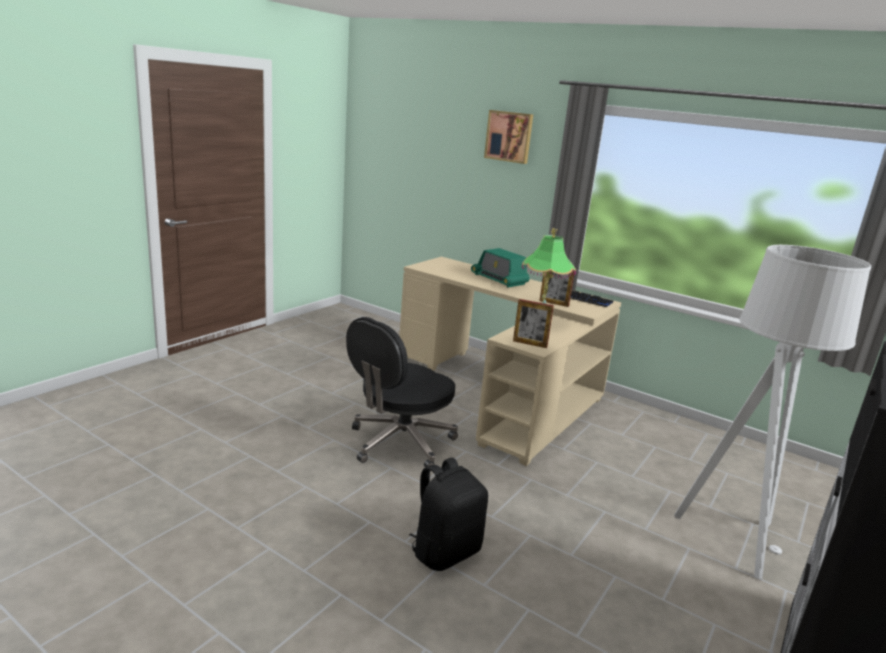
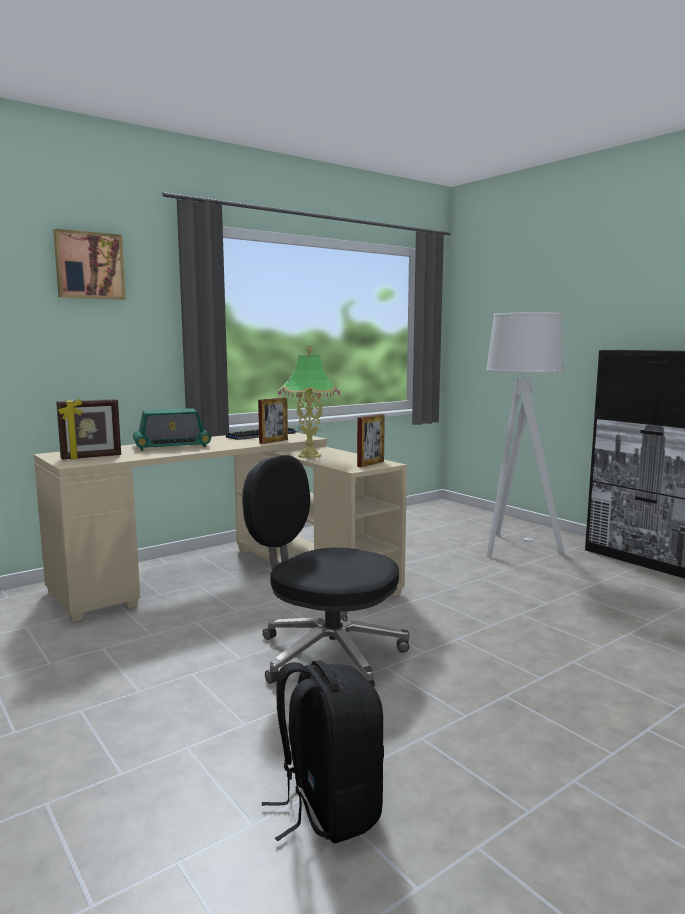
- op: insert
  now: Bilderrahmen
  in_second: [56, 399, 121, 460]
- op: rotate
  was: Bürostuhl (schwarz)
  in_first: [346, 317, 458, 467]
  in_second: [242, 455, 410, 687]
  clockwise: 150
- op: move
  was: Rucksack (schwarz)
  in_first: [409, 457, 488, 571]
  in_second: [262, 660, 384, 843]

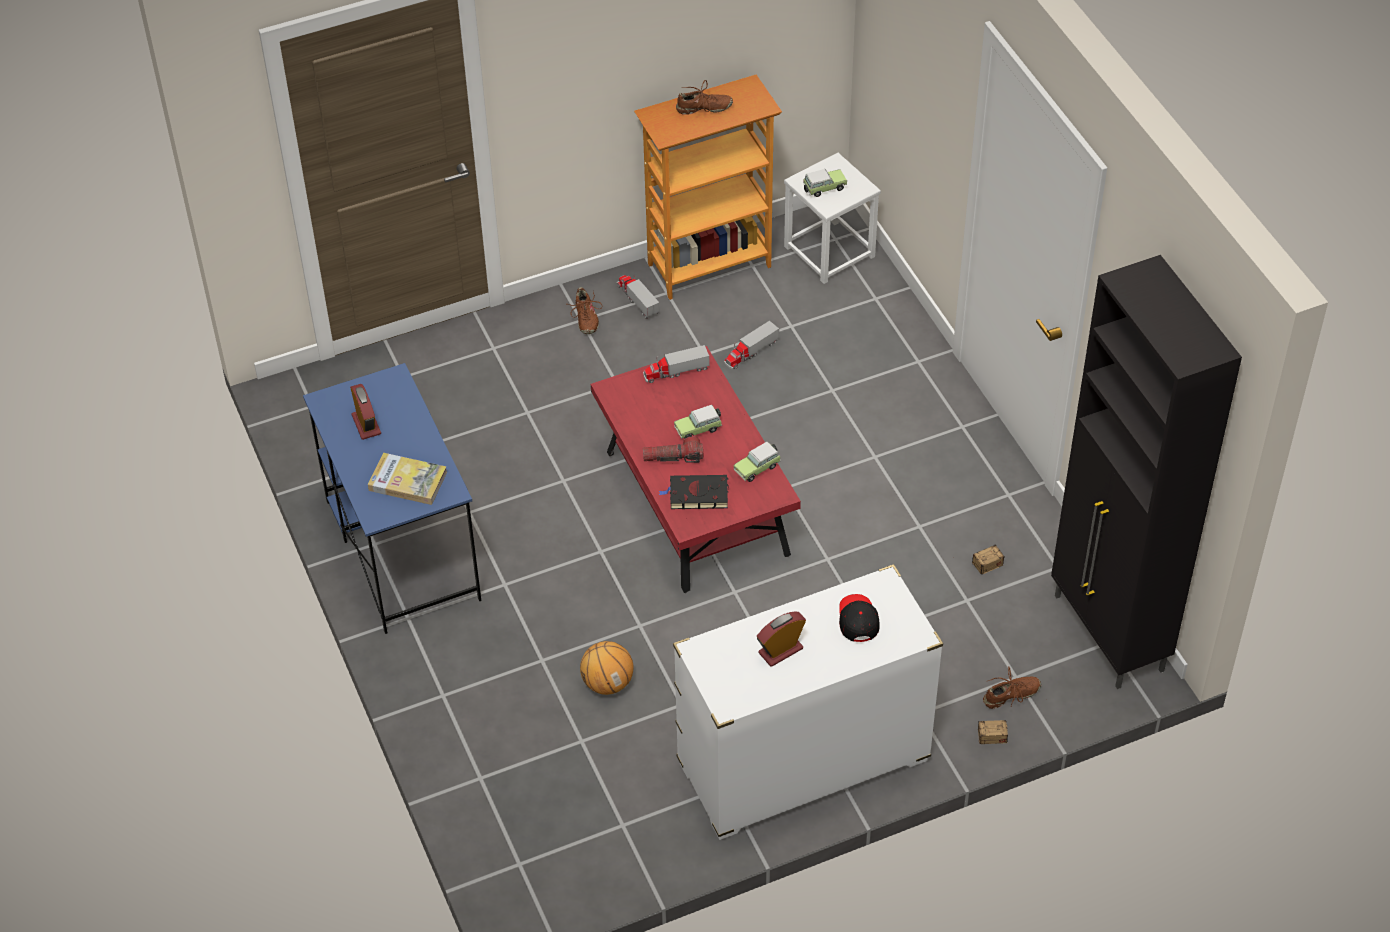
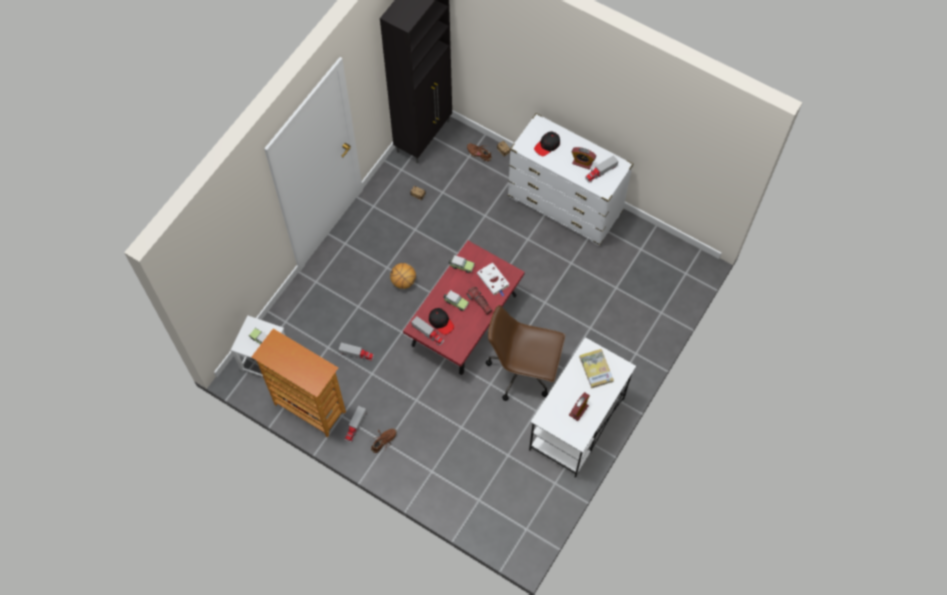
- op: move
  was: Basketball
  in_first: [580, 641, 634, 695]
  in_second: [390, 263, 416, 289]
- op: insert
  now: Kappe (schwarz)
  in_second: [429, 308, 454, 335]
- op: recolor
  was: Buch (schwarz)
  now: Buch (weiß)
  in_first: [659, 475, 728, 509]
  in_second: [477, 262, 509, 296]
- op: insert
  now: Bürostuhl (braun)
  in_second: [486, 305, 565, 401]
- op: recolor
  was: Schreibtisch (blau)
  now: Schreibtisch (weiß)
  in_first: [303, 363, 482, 634]
  in_second: [529, 337, 636, 478]
- op: insert
  now: Spielzeuglaster
  in_second: [585, 155, 618, 183]
- op: delete
  was: Schuh (braun)
  in_first: [676, 80, 733, 115]

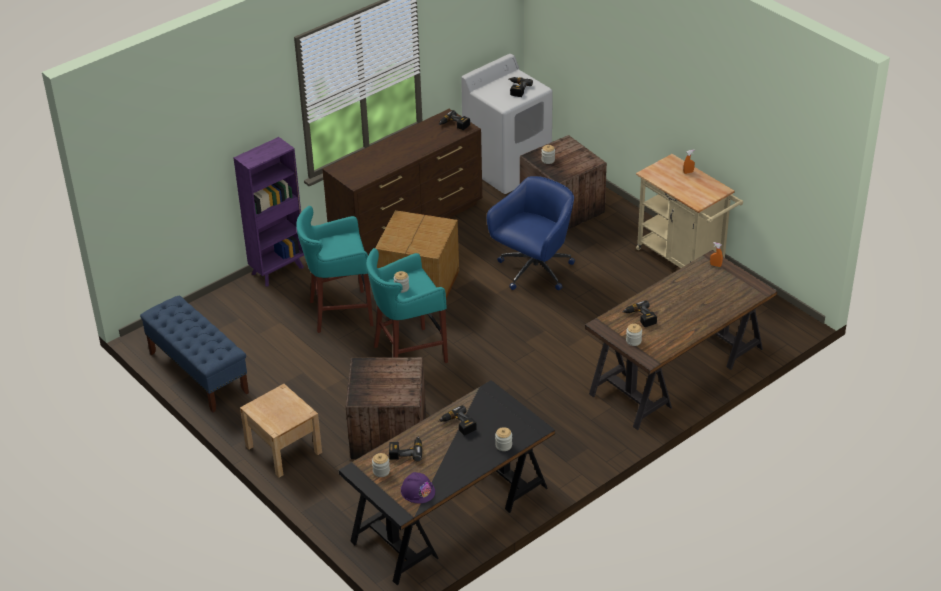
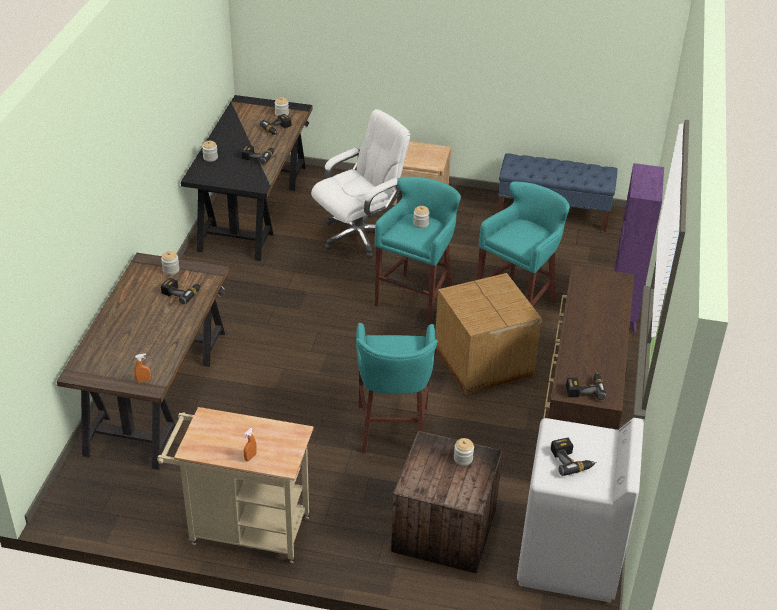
- op: replace
  was: Kiste
  now: Bürostuhl (weiß)
  in_first: [346, 357, 426, 459]
  in_second: [311, 109, 410, 258]
- op: replace
  was: Bürostuhl (blau)
  now: Hocker (türkis)
  in_first: [487, 176, 575, 290]
  in_second: [356, 323, 438, 454]
- op: delete
  was: Schutzhelm (lila)
  in_first: [401, 472, 435, 503]

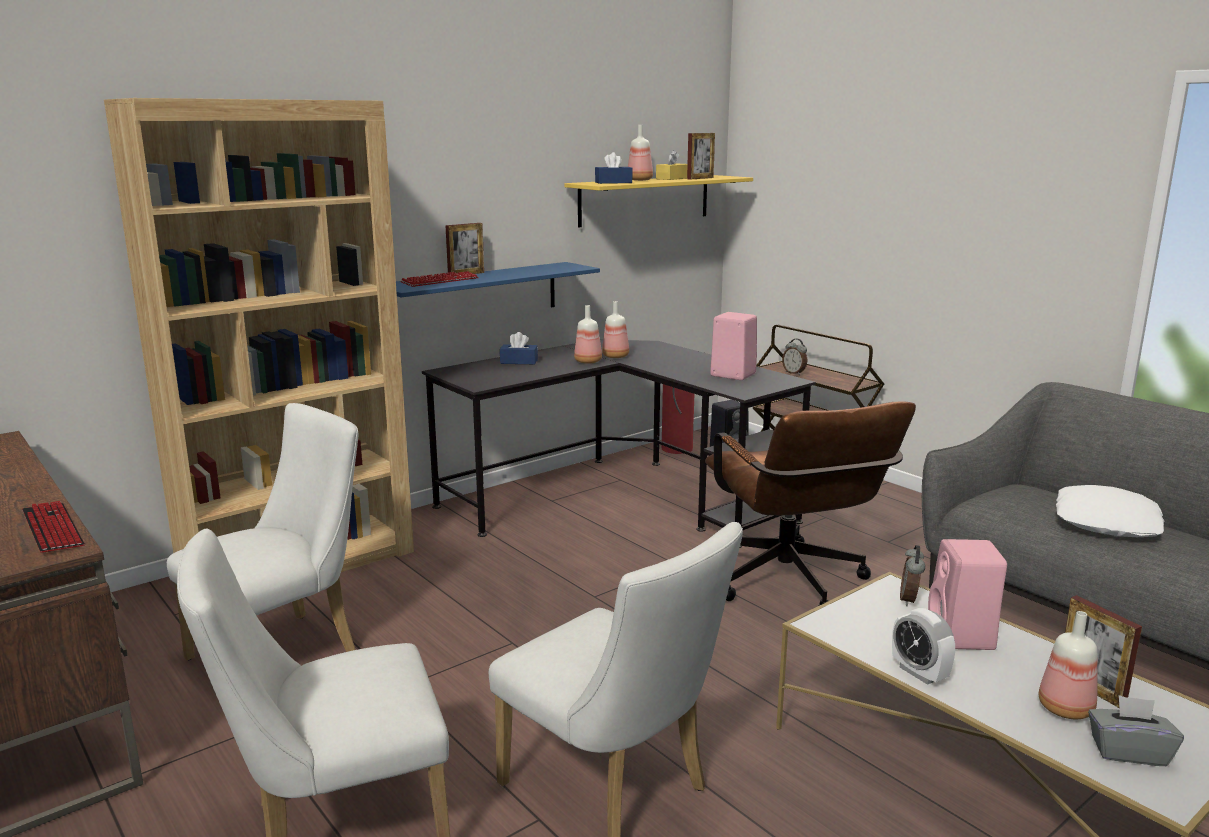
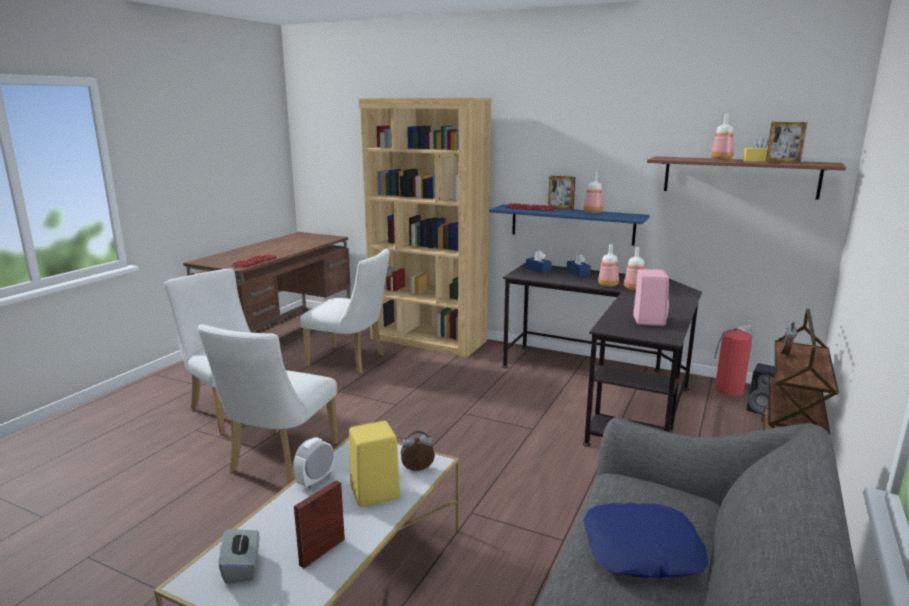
- op: recolor
  was: Lautsprecher (rosa)
  now: Lautsprecher (gelb)
  in_first: [928, 539, 1007, 650]
  in_second: [349, 421, 400, 507]
- op: move
  was: Taschentuchbox (blau)
  in_first: [595, 152, 632, 184]
  in_second: [526, 250, 551, 273]
- op: move
  was: Flasche
  in_first: [1039, 611, 1098, 719]
  in_second: [583, 172, 603, 213]
- op: recolor
  was: Kissen (weiß)
  now: Kissen (blau)
  in_first: [1056, 485, 1164, 537]
  in_second: [583, 502, 708, 579]
- op: recolor
  was: Wandregal (gelb)
  now: Wandregal (braun)
  in_first: [565, 175, 753, 227]
  in_second: [647, 156, 846, 200]
- op: delete
  was: Bürostuhl (braun)
  in_first: [705, 401, 916, 606]

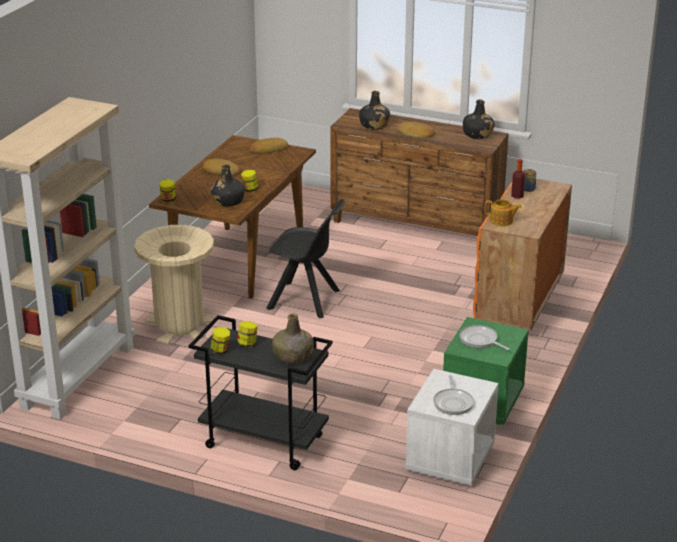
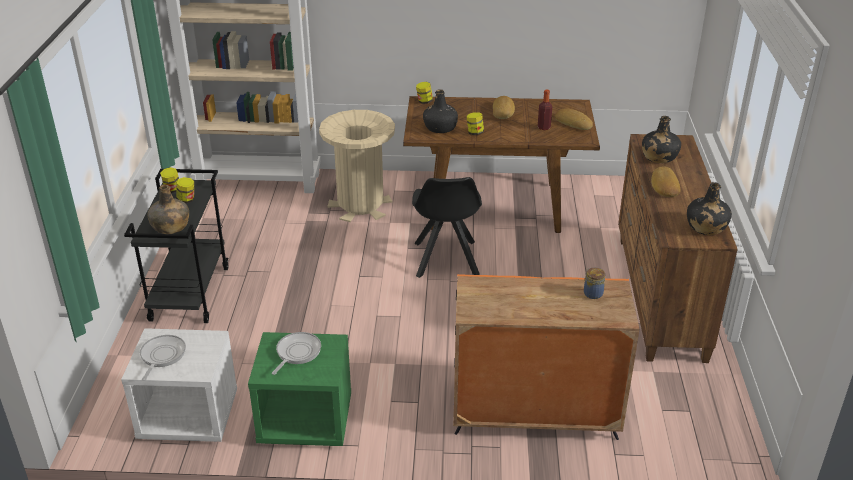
- op: rotate
  was: Pfanne
  in_first: [433, 375, 474, 415]
  in_second: [140, 335, 186, 381]
  clockwise: 120
- op: move
  was: Flasche
  in_first: [511, 159, 525, 199]
  in_second: [538, 90, 552, 130]
- op: delete
  was: Teekanne
  in_first: [485, 199, 522, 226]

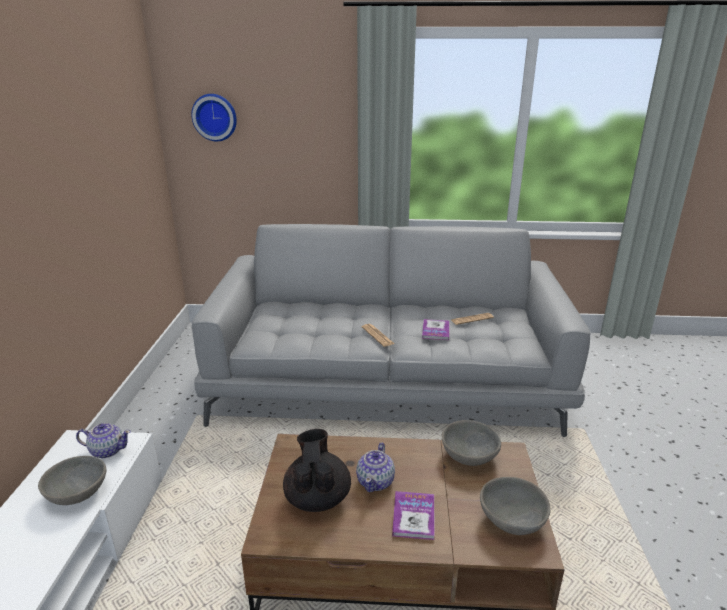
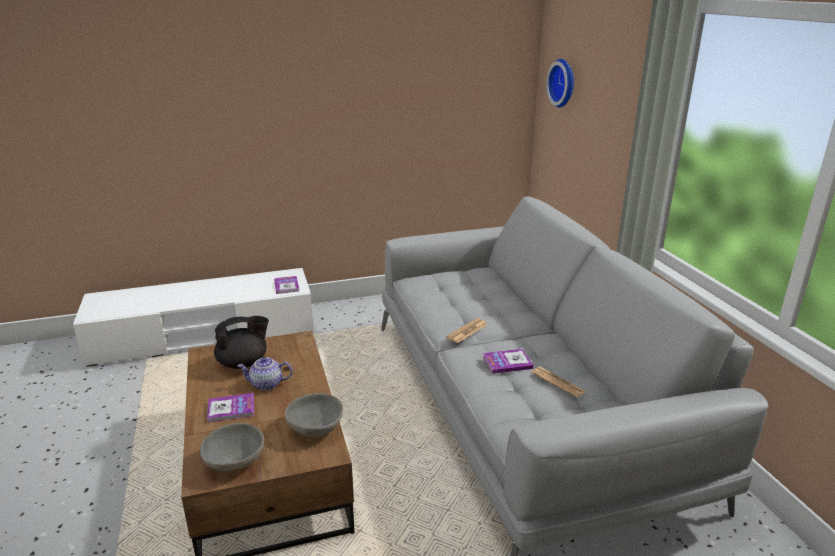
- op: replace
  was: Teekanne
  now: Buch
  in_first: [76, 423, 131, 458]
  in_second: [274, 276, 299, 294]
- op: delete
  was: Schüssel (grau)
  in_first: [38, 456, 106, 505]

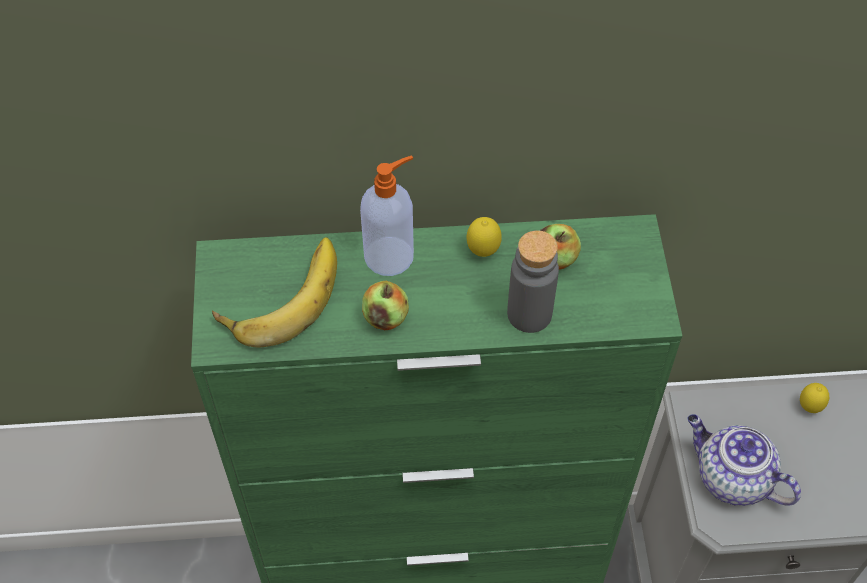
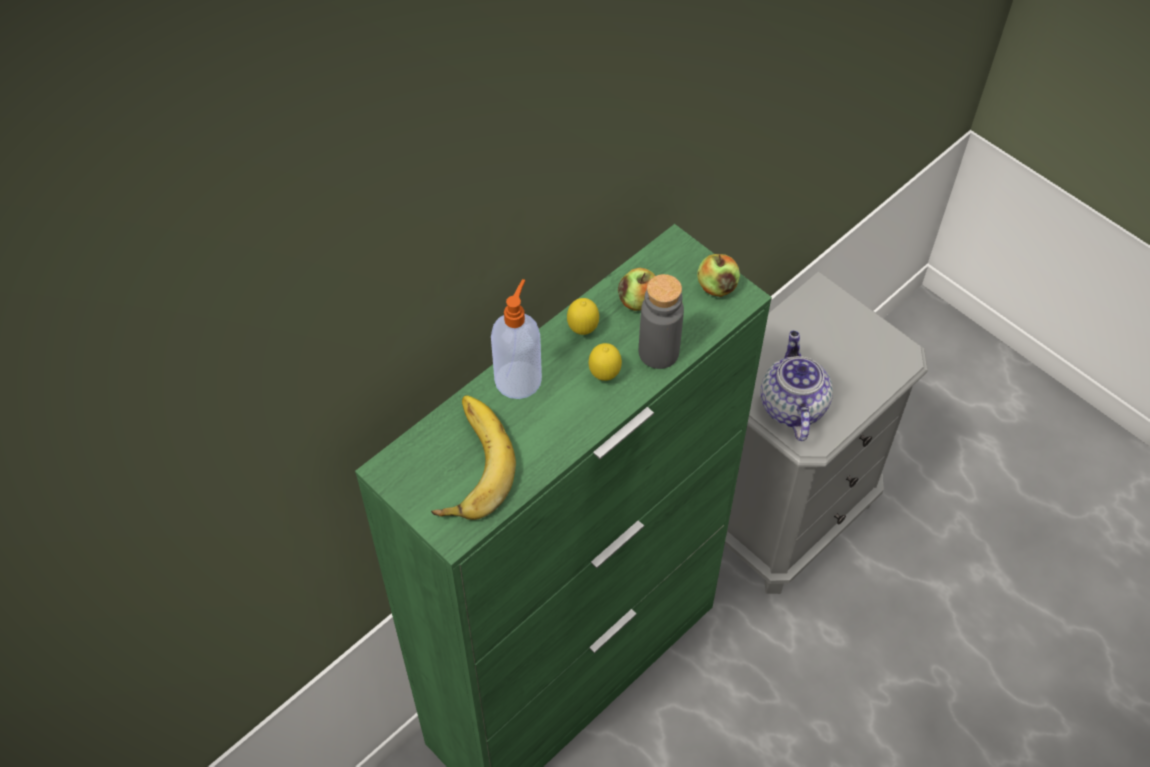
- op: move
  was: Zitrone
  in_first: [800, 383, 829, 413]
  in_second: [589, 343, 622, 381]
- op: move
  was: Apfel
  in_first: [362, 281, 409, 330]
  in_second: [697, 254, 740, 297]
- op: rotate
  was: Teekanne
  in_first: [687, 414, 801, 506]
  in_second: [760, 331, 833, 441]
  clockwise: 90

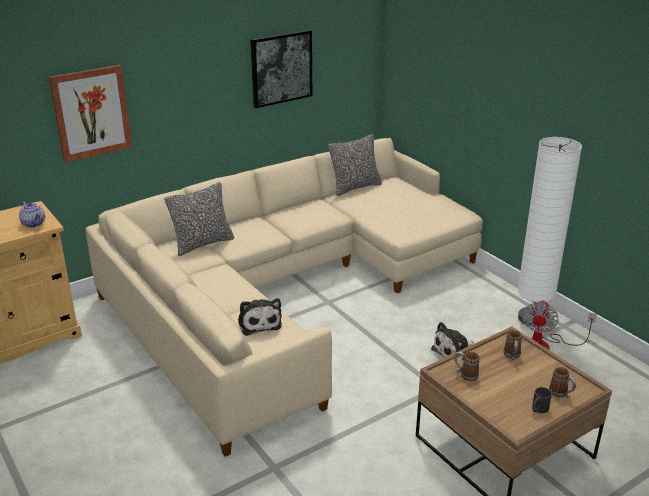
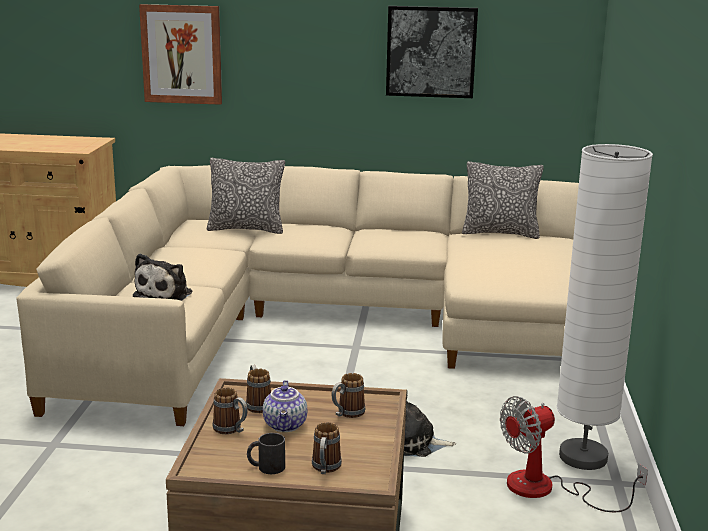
- op: insert
  now: Henkelbecher
  in_second: [213, 388, 248, 434]
- op: move
  was: Teekanne
  in_first: [19, 201, 45, 228]
  in_second: [263, 380, 307, 432]

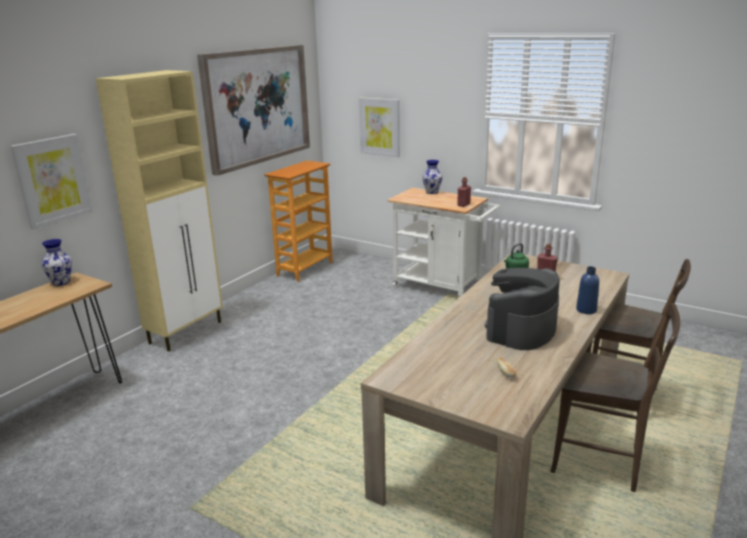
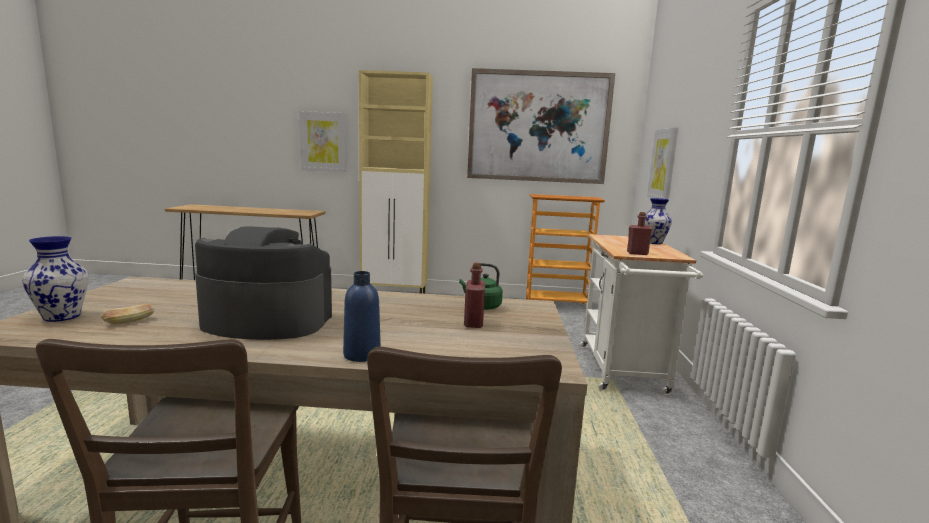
- op: move
  was: Vase
  in_first: [41, 239, 72, 286]
  in_second: [22, 236, 89, 322]

